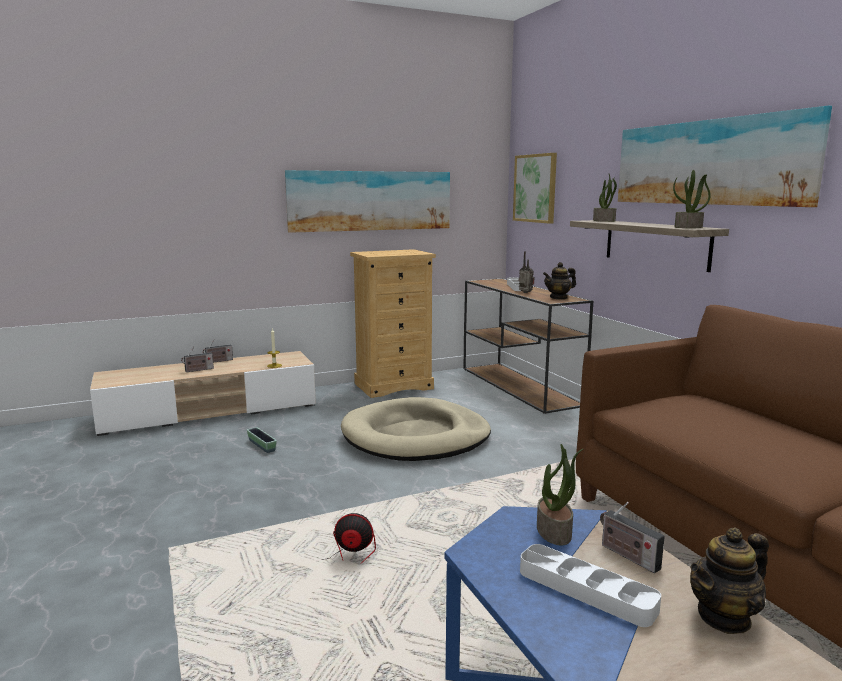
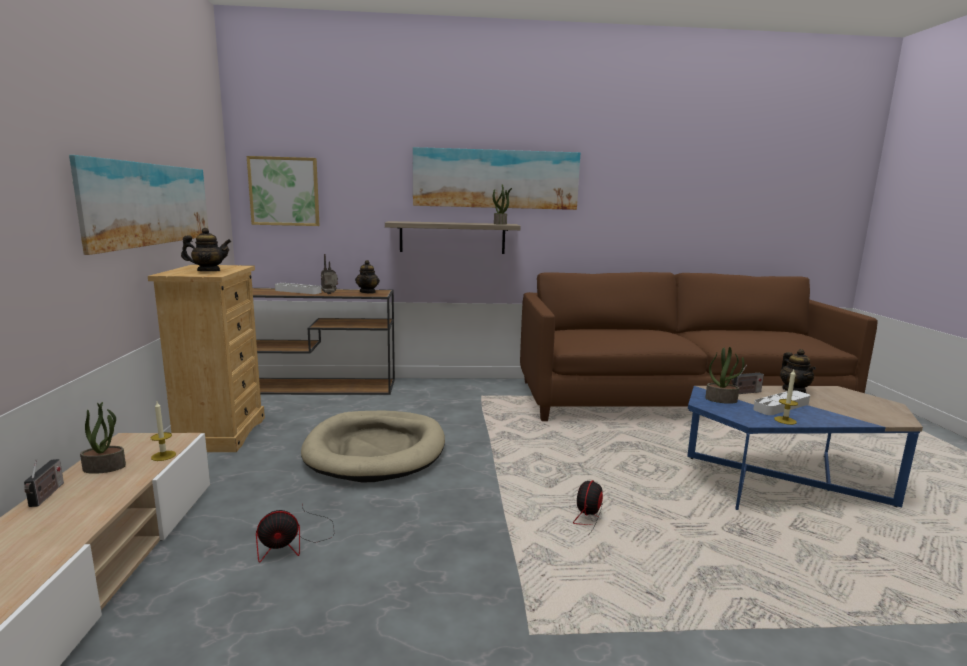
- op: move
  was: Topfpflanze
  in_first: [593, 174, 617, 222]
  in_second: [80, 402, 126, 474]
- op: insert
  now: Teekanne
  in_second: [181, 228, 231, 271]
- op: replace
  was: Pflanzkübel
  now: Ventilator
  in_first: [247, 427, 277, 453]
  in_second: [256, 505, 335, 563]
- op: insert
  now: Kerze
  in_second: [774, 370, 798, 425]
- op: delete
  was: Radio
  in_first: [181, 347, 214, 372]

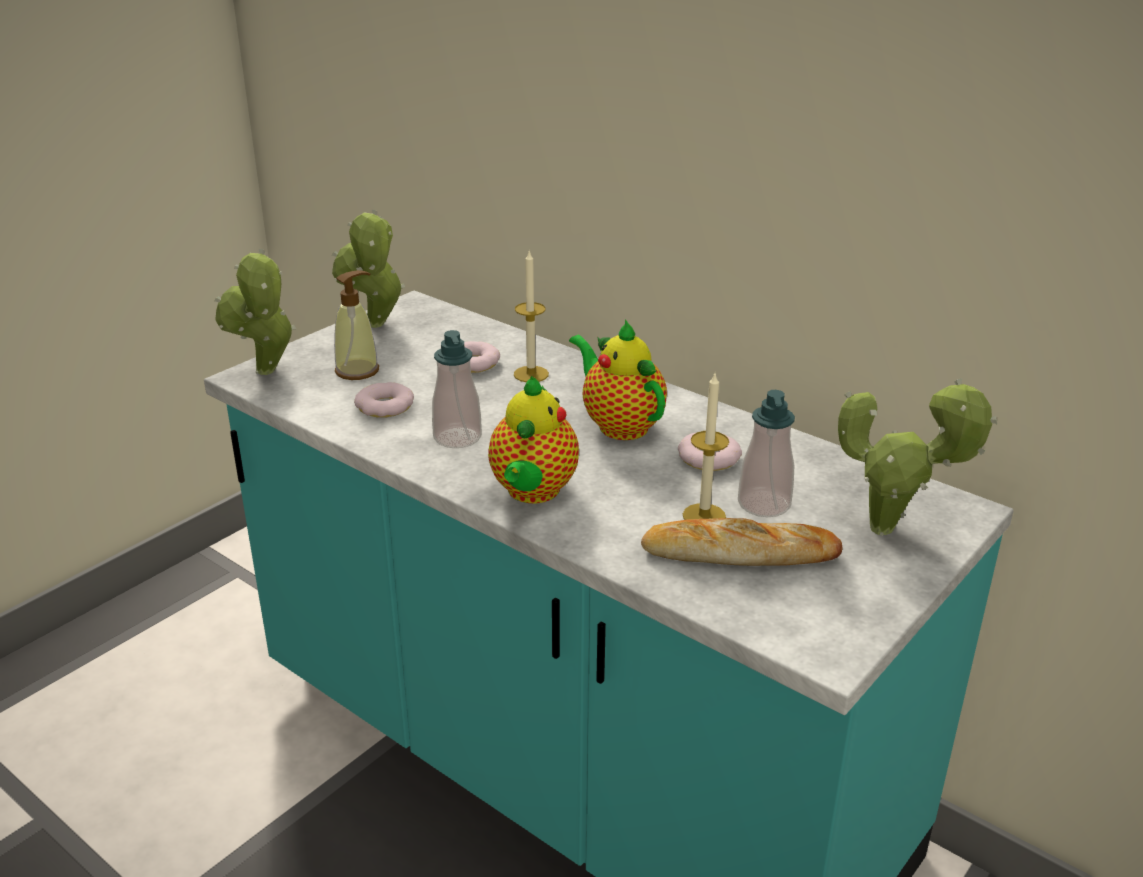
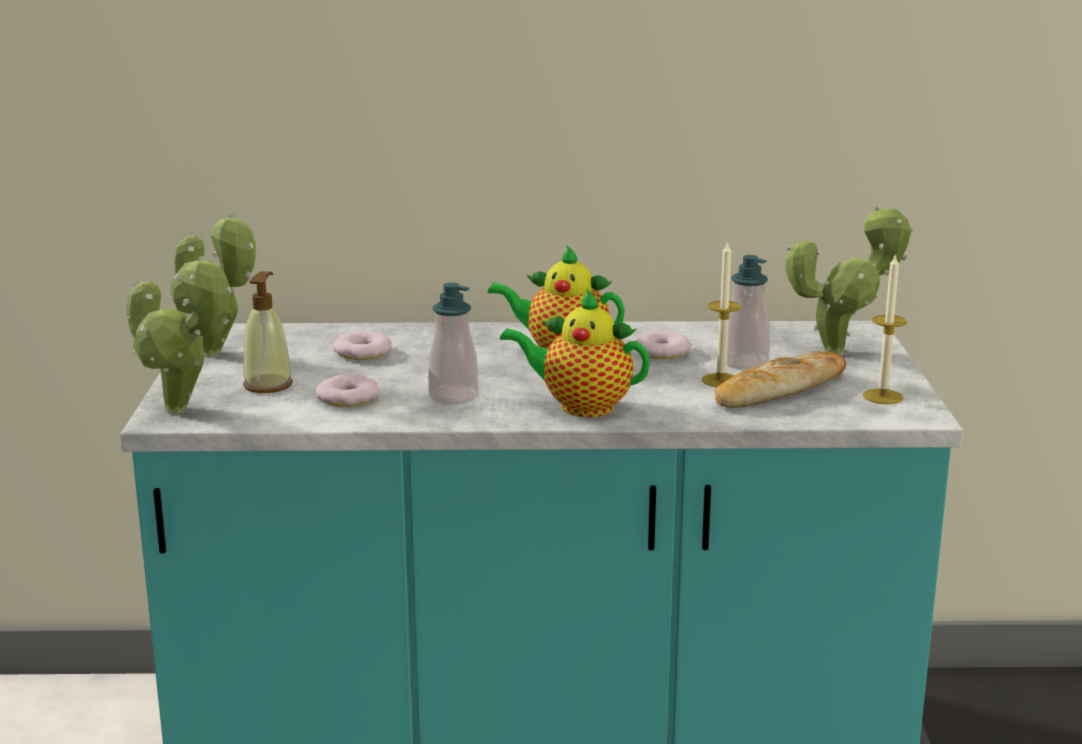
- op: rotate
  was: Teekanne
  in_first: [488, 376, 579, 503]
  in_second: [500, 289, 650, 417]
  clockwise: 135
- op: move
  was: Kerze
  in_first: [514, 249, 549, 382]
  in_second: [863, 253, 907, 404]

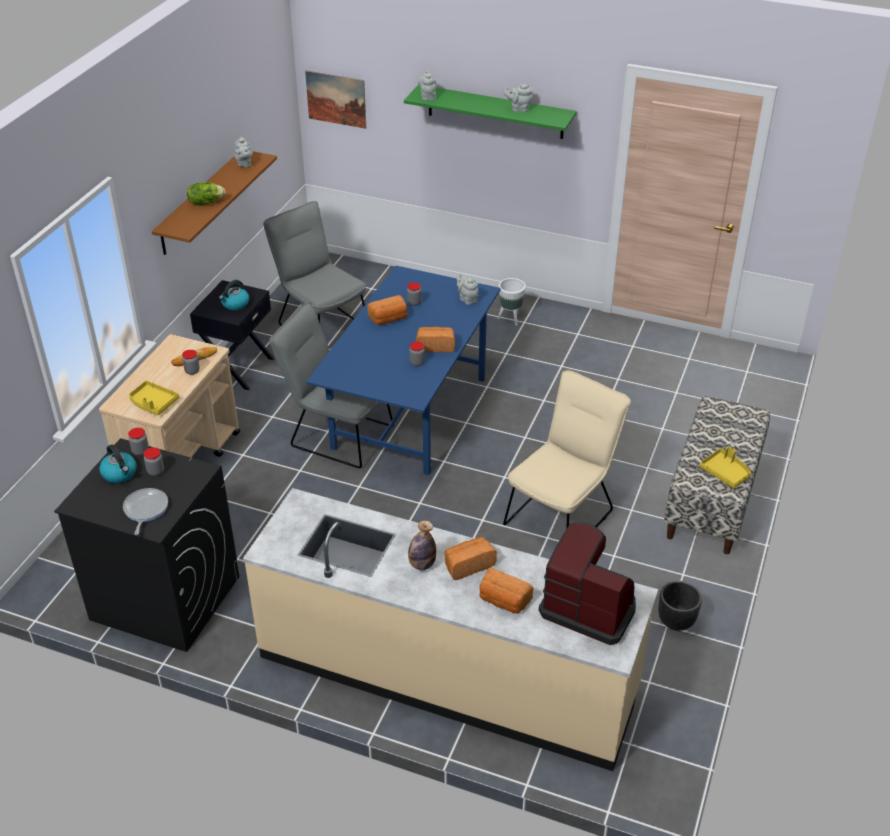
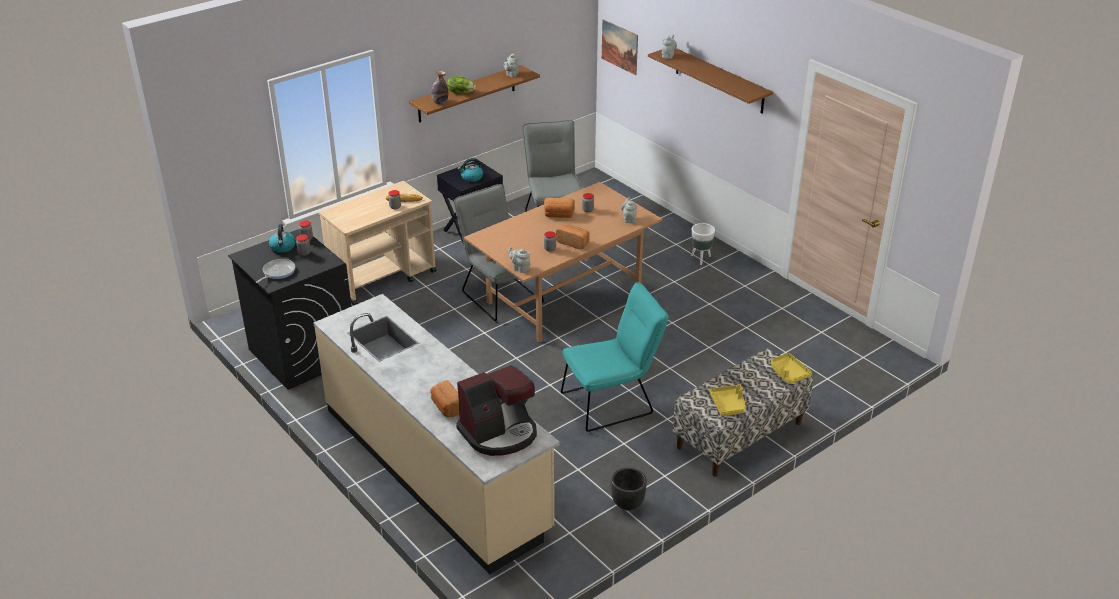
- op: move
  was: Flasche
  in_first: [408, 520, 436, 570]
  in_second: [431, 71, 448, 104]
- op: rotate
  was: Kaffeemaschine
  in_first: [539, 522, 636, 645]
  in_second: [456, 365, 537, 456]
  clockwise: 90
- op: recolor
  was: Esstisch (blau)
  now: Esstisch (braun)
  in_first: [306, 265, 501, 475]
  in_second: [464, 182, 663, 343]
- op: move
  was: Teekanne (grau)
  in_first: [504, 84, 533, 112]
  in_second: [508, 247, 530, 273]
- op: recolor
  was: Stuhl (beige)
  now: Stuhl (türkis)
  in_first: [503, 370, 631, 529]
  in_second: [561, 282, 668, 432]
- op: recolor
  was: Wandregal (grün)
  now: Wandregal (braun)
  in_first: [404, 85, 577, 139]
  in_second: [648, 48, 773, 114]
- op: move
  was: Tablett (gelb)
  in_first: [129, 380, 180, 415]
  in_second: [771, 353, 812, 384]
- op: delete
  was: Brot
  in_first: [444, 537, 497, 580]

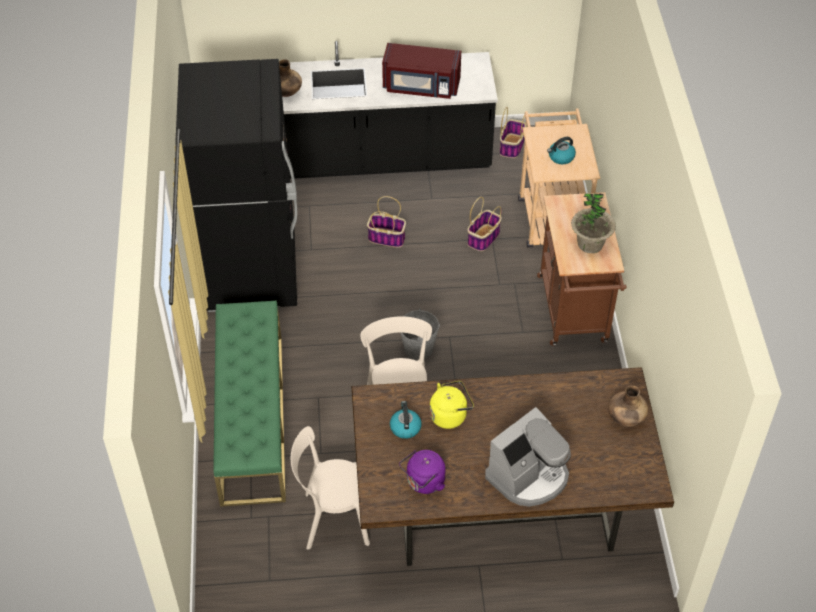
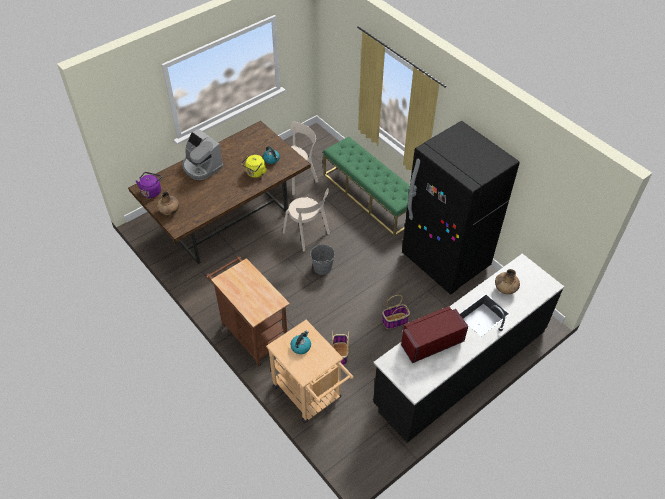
- op: move
  was: Wasserkessel (lila)
  in_first: [399, 450, 446, 494]
  in_second: [136, 172, 162, 198]
- op: rotate
  was: Kaffeemaschine
  in_first: [485, 407, 571, 507]
  in_second: [182, 129, 223, 180]
  clockwise: -60
- op: delete
  was: Korb
  in_first: [500, 107, 526, 158]
- op: delete
  was: Topfpflanze
  in_first: [571, 193, 616, 253]

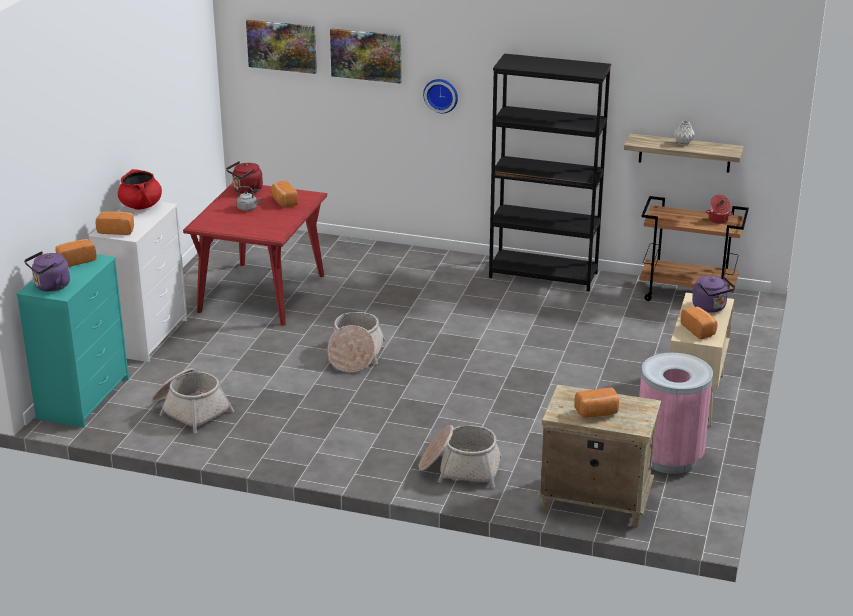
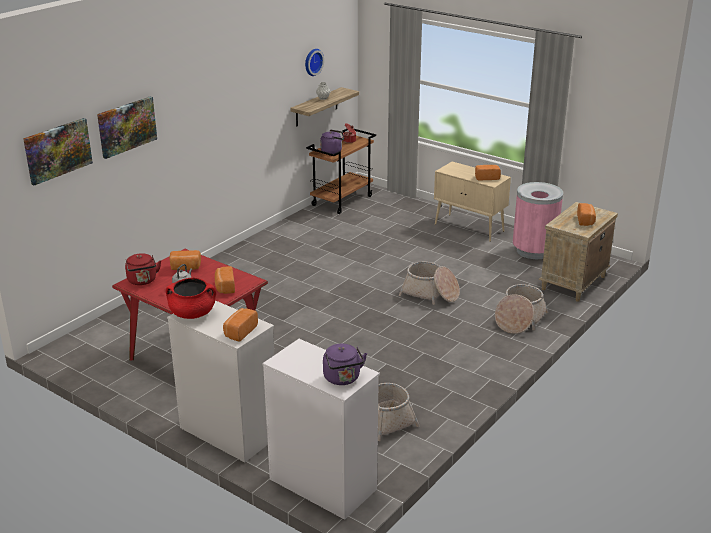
- op: move
  was: Brot
  in_first: [55, 239, 96, 267]
  in_second: [215, 266, 235, 294]
- op: recolor
  was: Kommode (türkis)
  now: Kommode (weiß)
  in_first: [16, 254, 129, 428]
  in_second: [263, 339, 380, 520]
- op: move
  was: Wanduhr
  in_first: [423, 79, 458, 113]
  in_second: [305, 49, 324, 76]
- op: move
  was: Wasserkessel (lila)
  in_first: [692, 276, 735, 313]
  in_second: [320, 130, 344, 154]
- op: move
  was: Korb
  in_first: [328, 312, 385, 373]
  in_second: [399, 261, 460, 305]
- op: delete
  was: Bücherregal (schwarz)
  in_first: [489, 53, 611, 291]

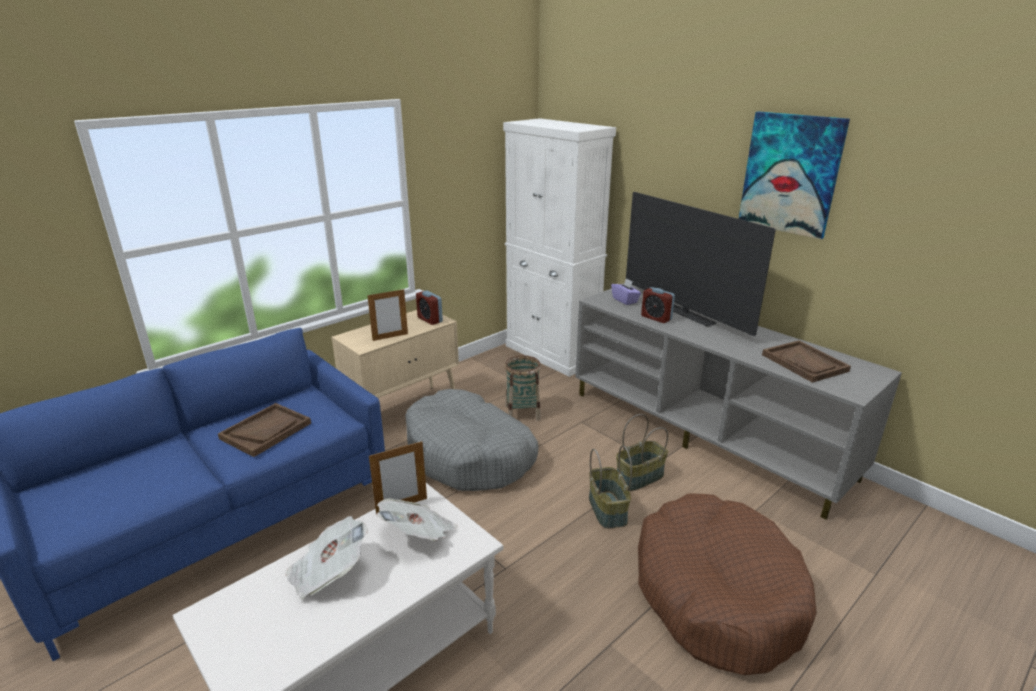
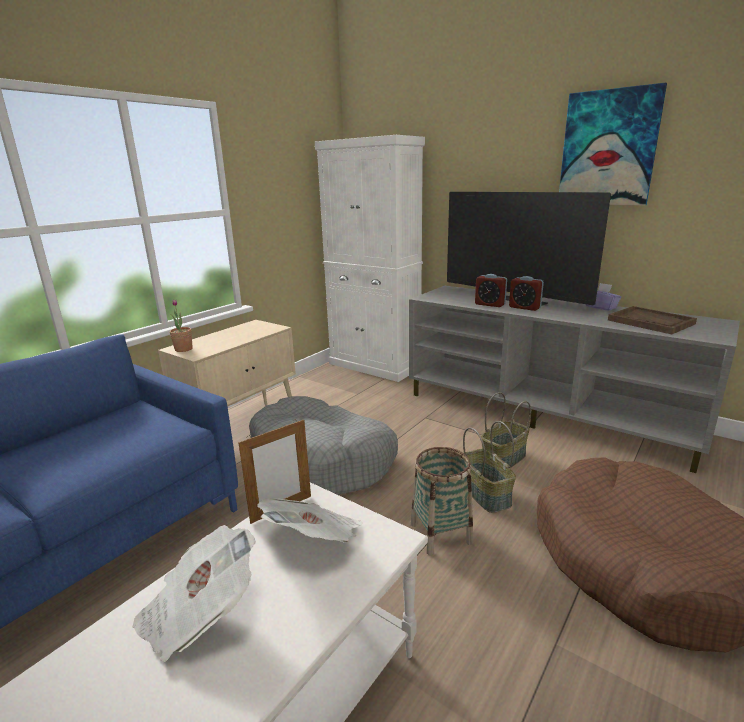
- op: insert
  now: Topfpflanze
  in_second: [170, 300, 193, 352]
- op: move
  was: Korb
  in_first: [505, 355, 541, 421]
  in_second: [411, 447, 473, 555]
- op: move
  was: Wecker
  in_first: [416, 290, 443, 325]
  in_second: [509, 276, 544, 311]
- op: move
  was: Taschentuchbox (lila)
  in_first: [611, 278, 641, 305]
  in_second: [586, 283, 622, 311]
- op: delete
  was: Tablett (braun)
  in_first: [218, 403, 311, 457]
- op: delete
  was: Bilderrahmen
  in_first: [367, 288, 408, 341]

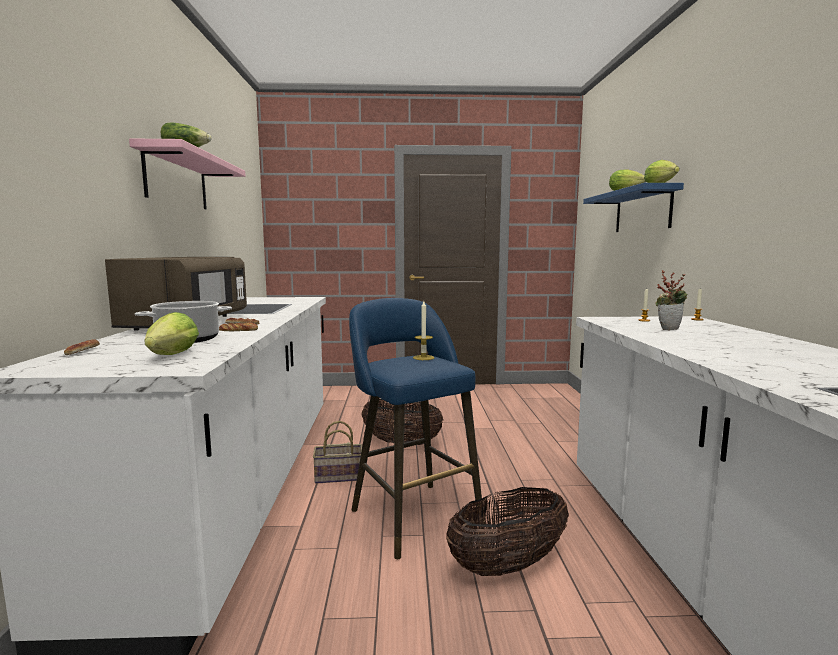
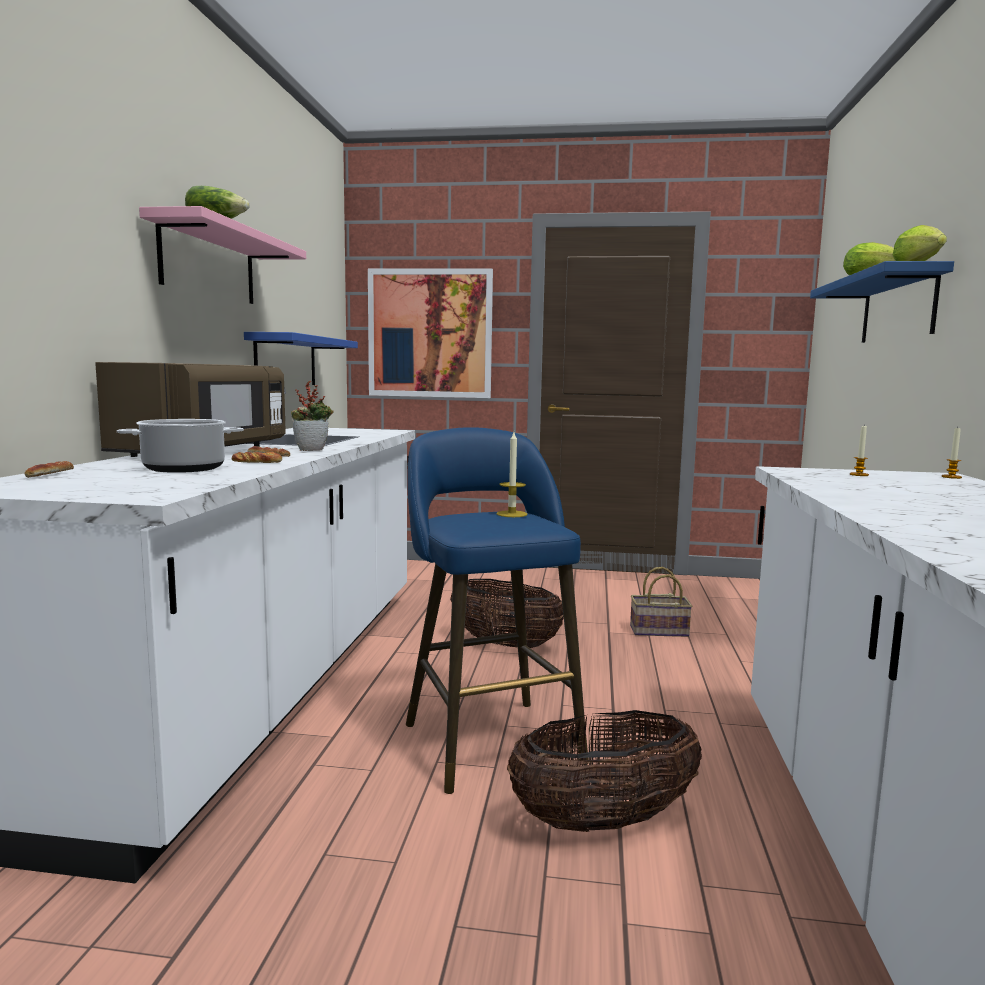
- op: insert
  now: Wandregal (blau)
  in_second: [244, 332, 358, 385]
- op: move
  was: Topfpflanze
  in_first: [655, 270, 687, 330]
  in_second: [291, 381, 334, 451]
- op: insert
  now: Bild
  in_second: [368, 268, 493, 398]
- op: move
  was: Korb
  in_first: [313, 421, 362, 484]
  in_second: [630, 567, 692, 637]
- op: delete
  was: Salatkopf
  in_first: [144, 312, 199, 355]

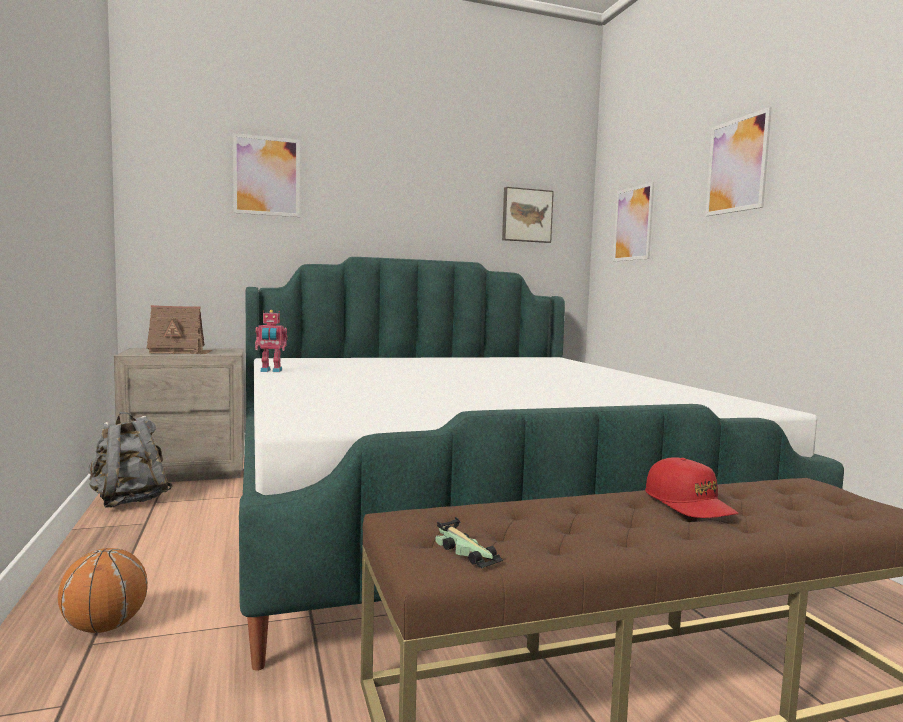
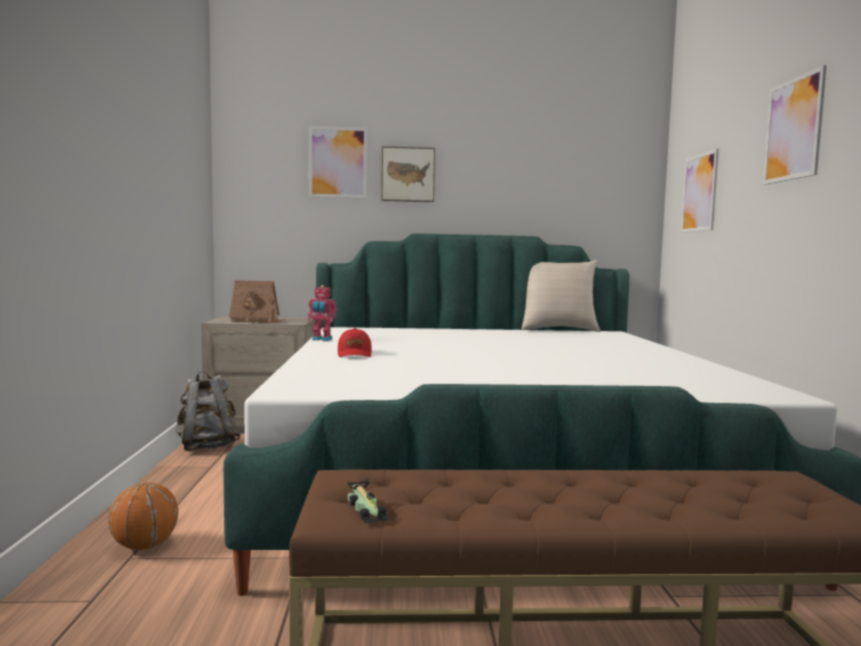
- op: move
  was: Kappe (rot)
  in_first: [645, 457, 739, 518]
  in_second: [337, 328, 372, 357]
- op: move
  was: Bild
  in_first: [502, 187, 554, 243]
  in_second: [381, 146, 435, 202]
- op: insert
  now: Kissen (beige)
  in_second: [522, 260, 601, 332]

